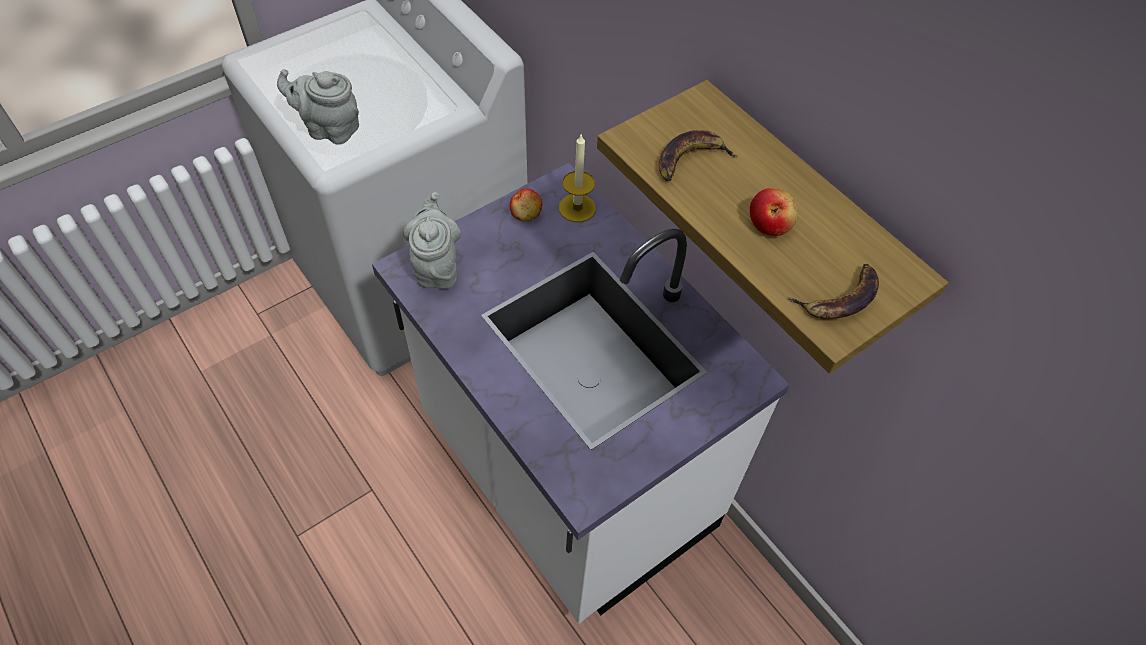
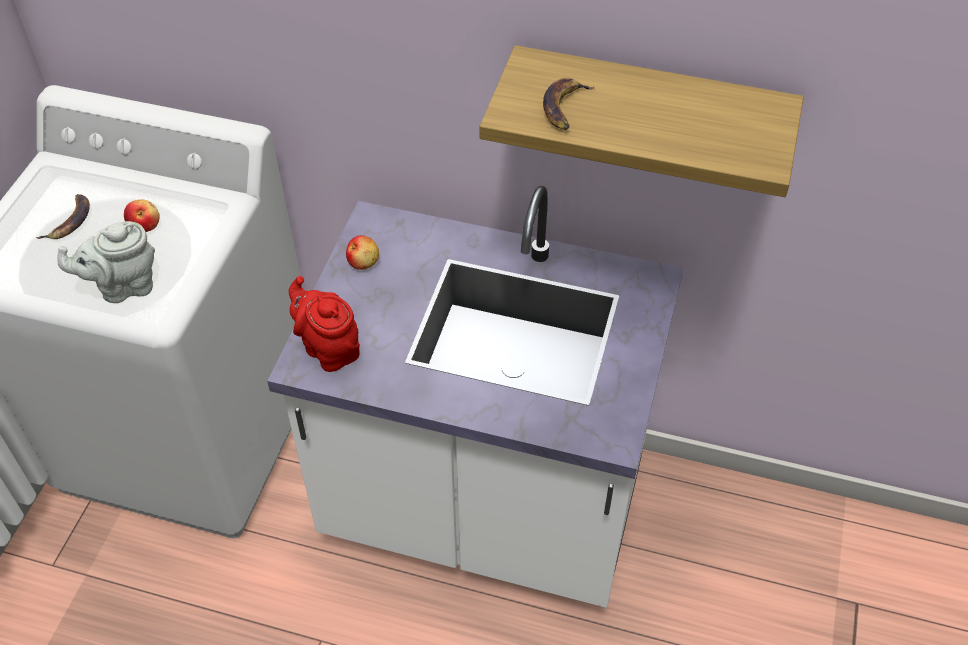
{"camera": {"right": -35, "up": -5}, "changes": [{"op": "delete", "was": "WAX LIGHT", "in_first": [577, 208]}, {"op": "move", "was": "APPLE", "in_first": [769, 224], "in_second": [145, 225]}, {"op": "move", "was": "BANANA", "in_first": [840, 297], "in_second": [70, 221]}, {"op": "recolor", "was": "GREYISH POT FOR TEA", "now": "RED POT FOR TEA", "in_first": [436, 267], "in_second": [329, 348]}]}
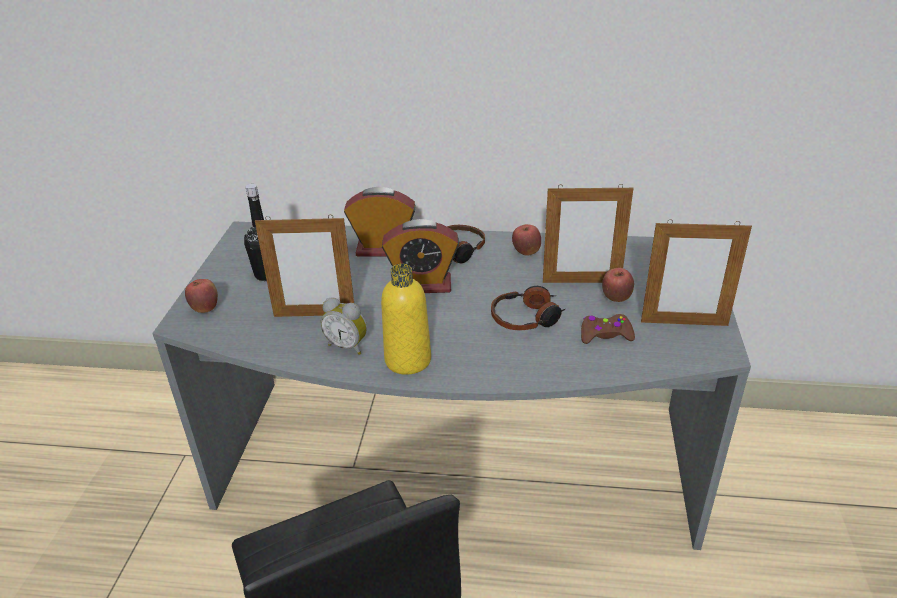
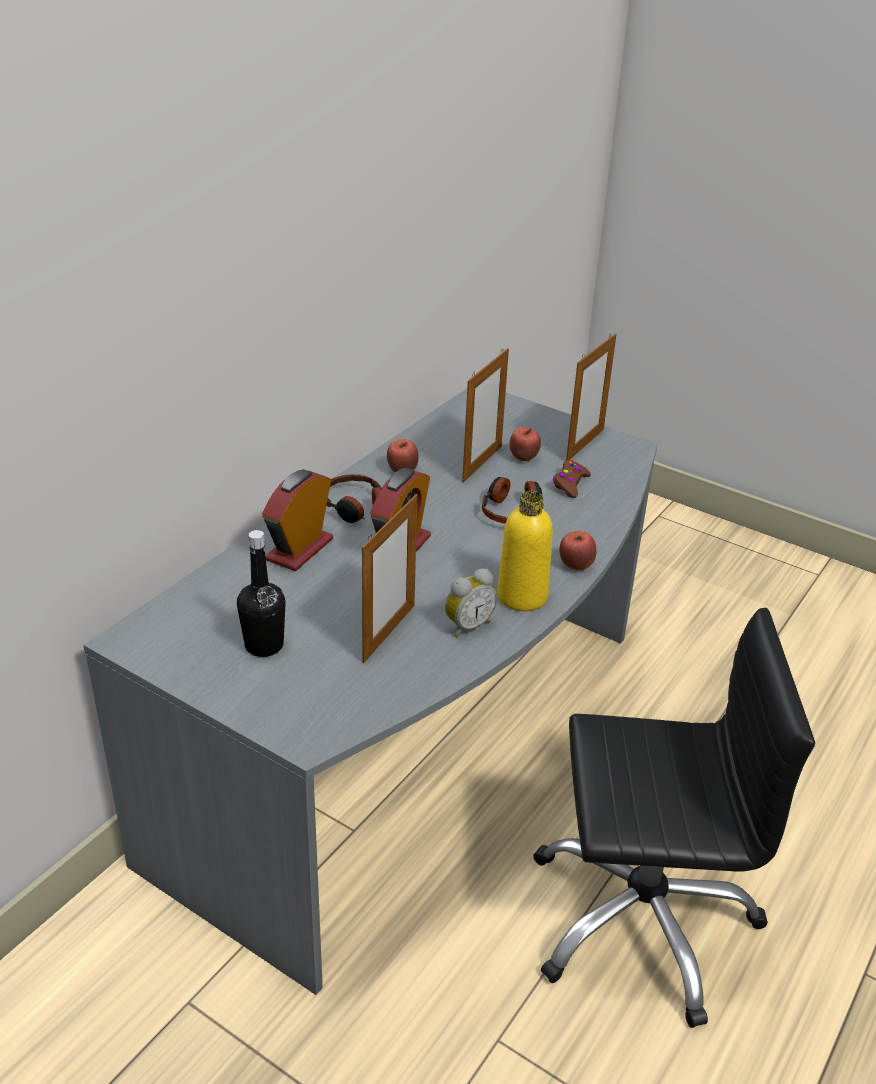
{"camera": {"right": -65, "up": 0}, "changes": [{"op": "move", "was": "APPLE", "in_first": [205, 309], "in_second": [576, 566]}]}
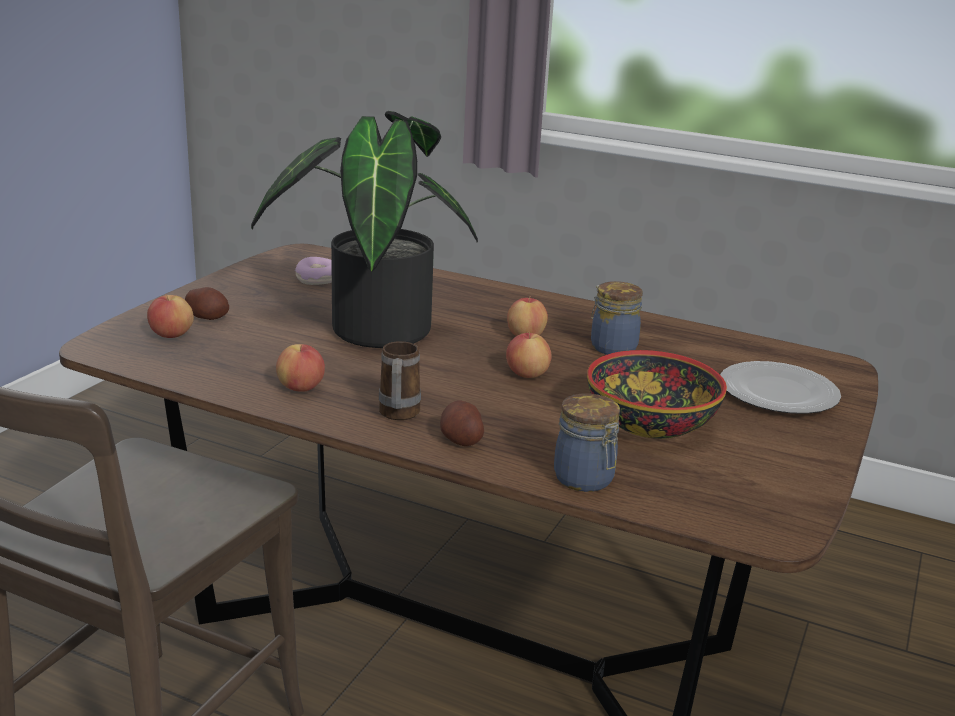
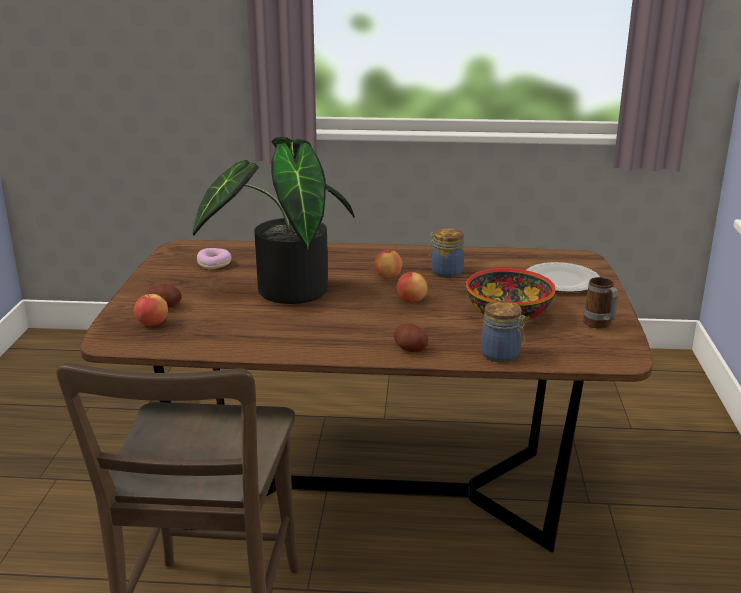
{"camera": {"right": -20, "up": 0}, "changes": [{"op": "delete", "was": "APPLE", "in_first": [301, 388]}, {"op": "move", "was": "COFFEE MUG", "in_first": [398, 415], "in_second": [600, 325]}]}
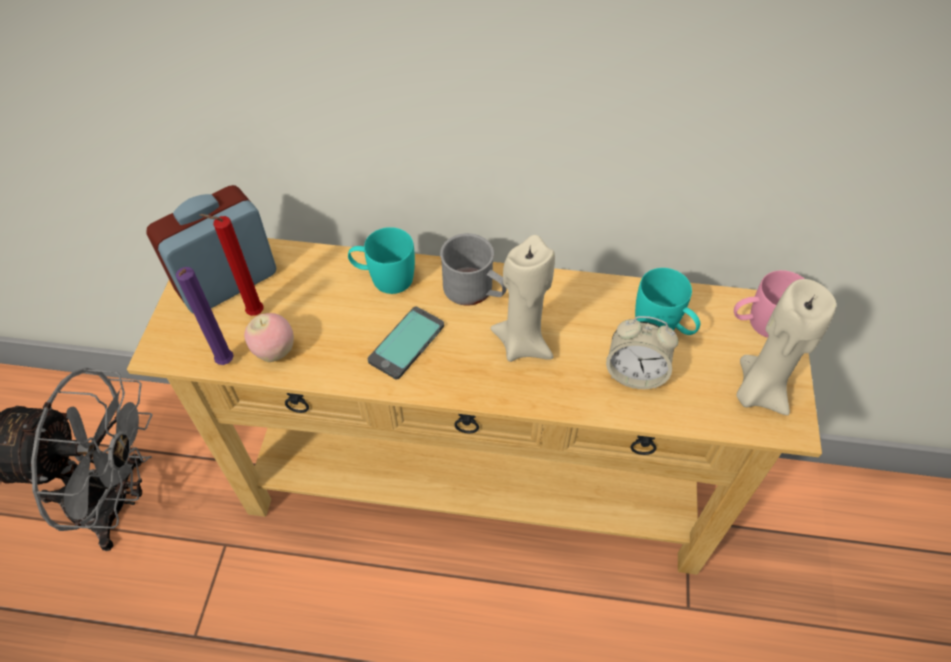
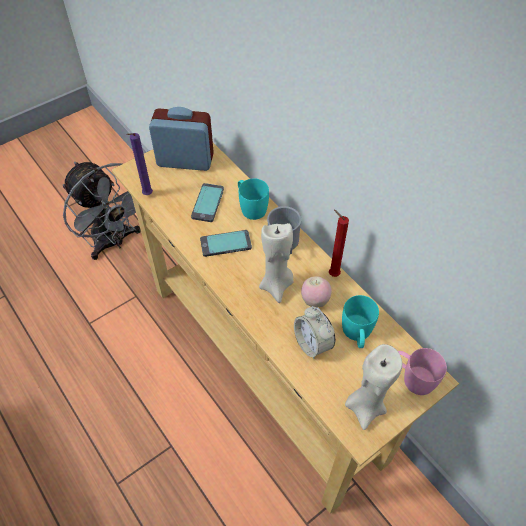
{"camera": {"right": 45, "up": 0}, "changes": [{"op": "insert", "now": "PHONE", "in_second": [208, 203]}, {"op": "move", "was": "RED WAX LIGHT", "in_first": [253, 314], "in_second": [332, 274]}, {"op": "move", "was": "APPLE", "in_first": [274, 351], "in_second": [315, 300]}]}
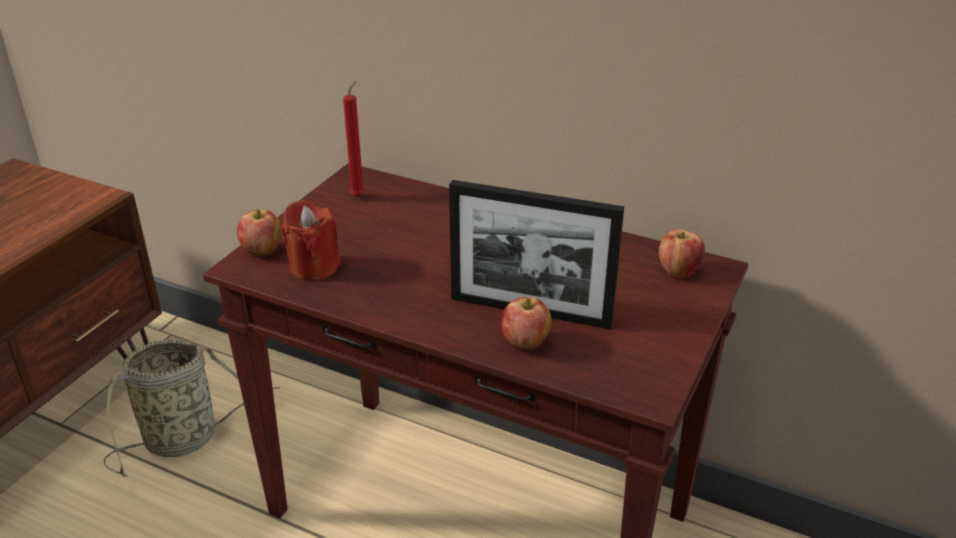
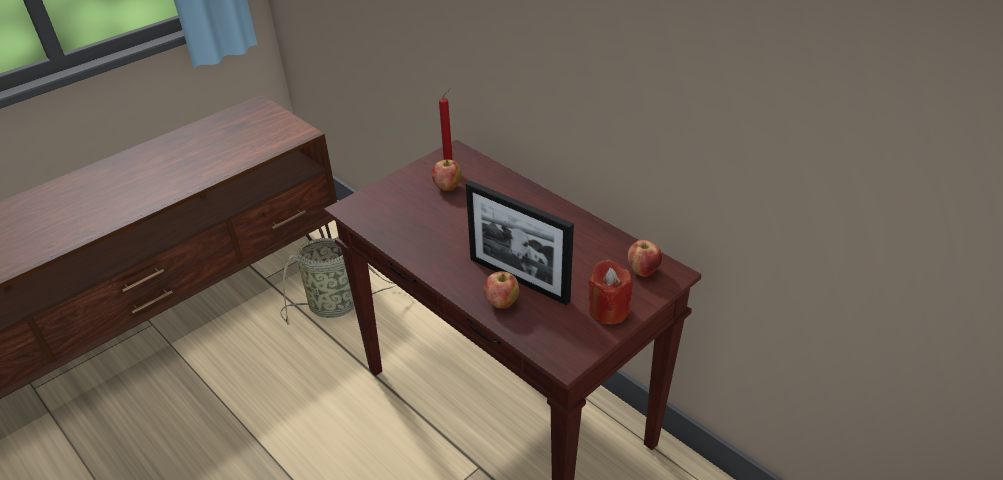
{"camera": {"right": 20, "up": 5}, "changes": [{"op": "move", "was": "APPLE", "in_first": [262, 251], "in_second": [447, 187]}, {"op": "move", "was": "RED WAX LIGHT", "in_first": [314, 267], "in_second": [608, 311]}]}
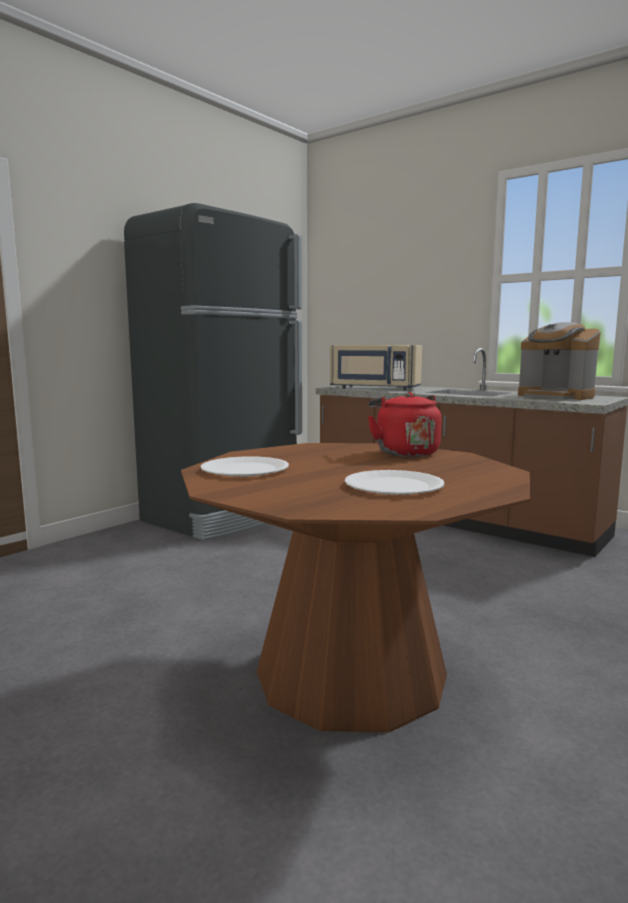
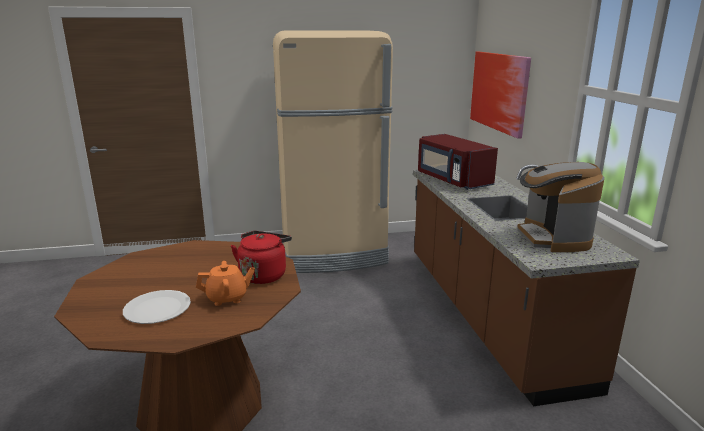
{"camera": {"right": 40, "up": 10}, "changes": [{"op": "delete", "was": "WHITISH DINNER PLATE", "in_first": [245, 469]}, {"op": "insert", "now": "ORANGEY POT FOR TEA", "in_second": [227, 298]}, {"op": "insert", "now": "WALL PICTURE", "in_second": [499, 91]}, {"op": "recolor", "was": "BLACKISH REFRIGERATOR", "now": "SAND-COLOURED REFRIGERATOR", "in_first": [224, 516], "in_second": [334, 254]}, {"op": "recolor", "was": "SAND-COLOURED MICROWAVE", "now": "RED MICROWAVE", "in_first": [374, 388], "in_second": [452, 180]}]}
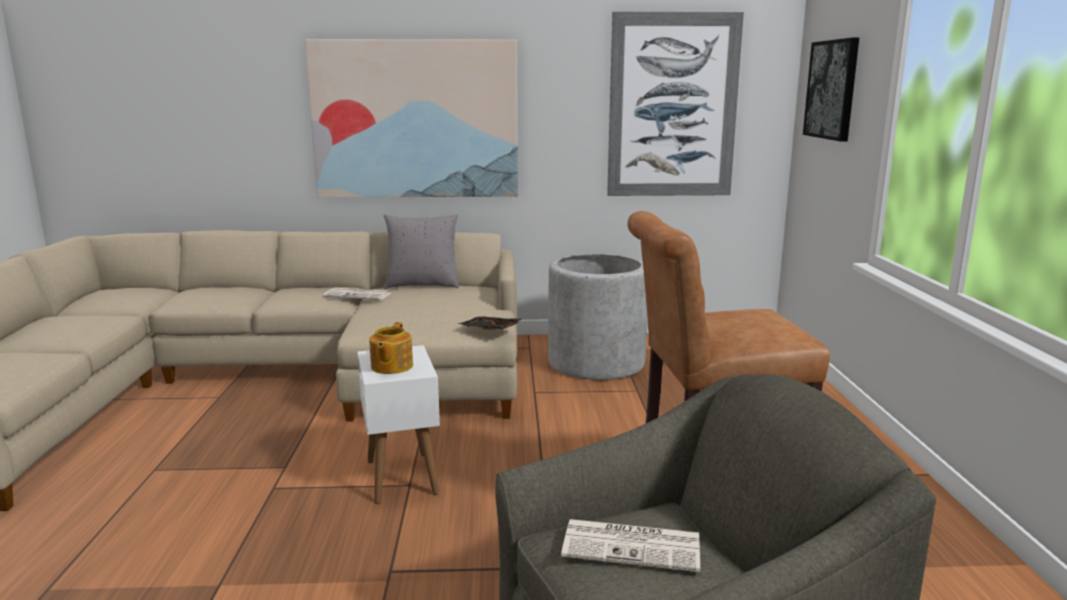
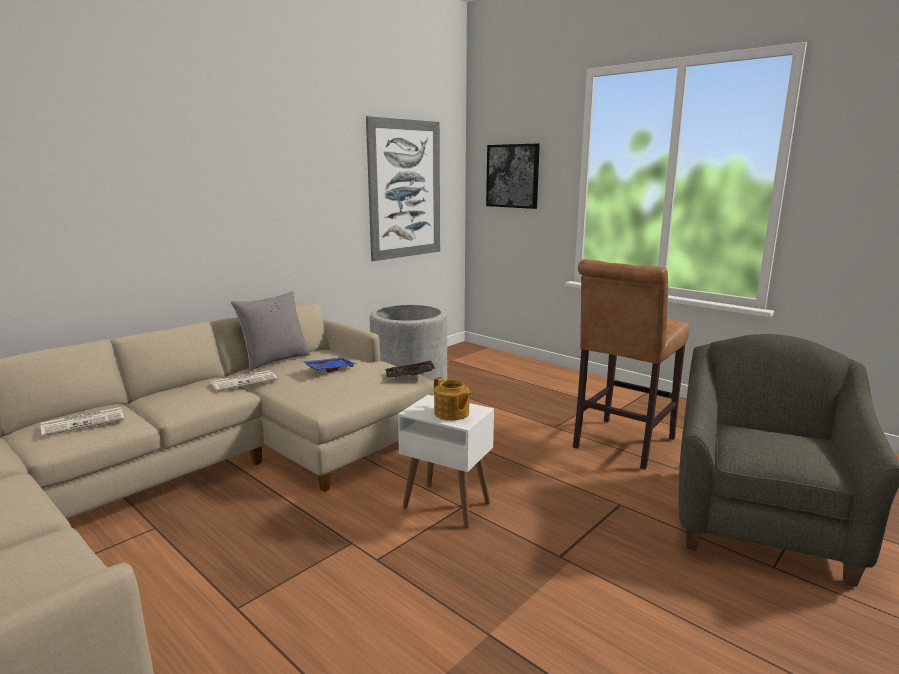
{"camera": {"right": -45, "up": 0}, "changes": [{"op": "delete", "was": "WALL PICTURE", "in_first": [415, 120]}, {"op": "insert", "now": "BLUISH TRAY", "in_second": [329, 369]}, {"op": "move", "was": "PRINTED PAPER", "in_first": [633, 546], "in_second": [84, 422]}]}
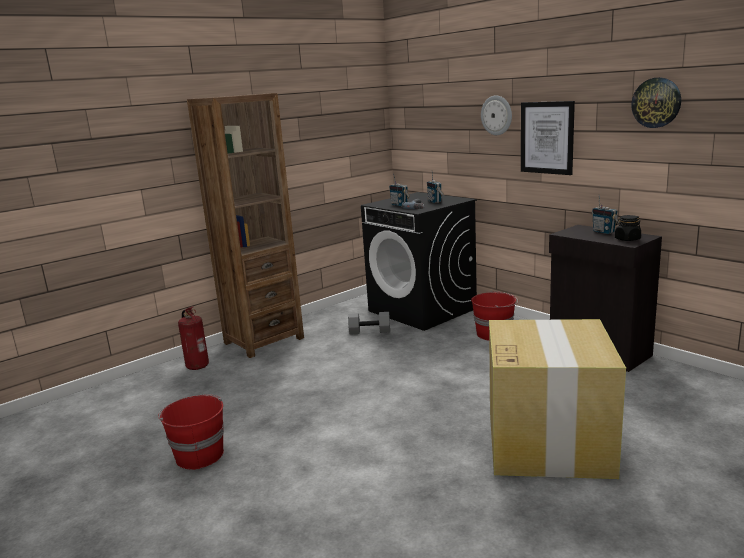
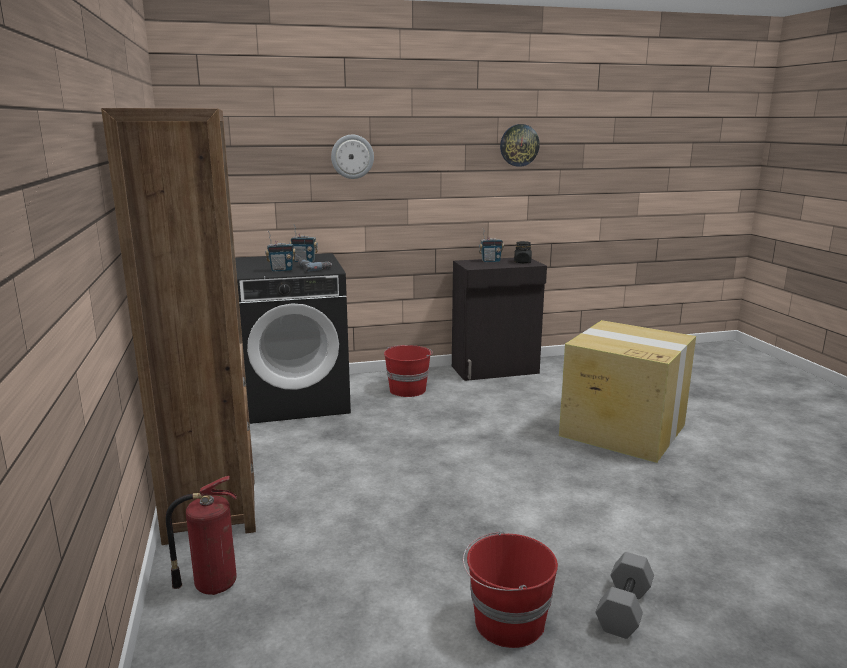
{"camera": {"right": -65, "up": 0}, "changes": [{"op": "delete", "was": "WALL PICTURE", "in_first": [547, 137]}, {"op": "move", "was": "GREYISH FREE WEIGHT", "in_first": [370, 331], "in_second": [623, 607]}]}
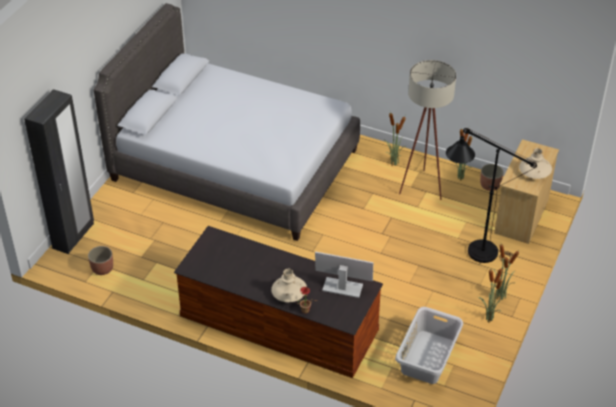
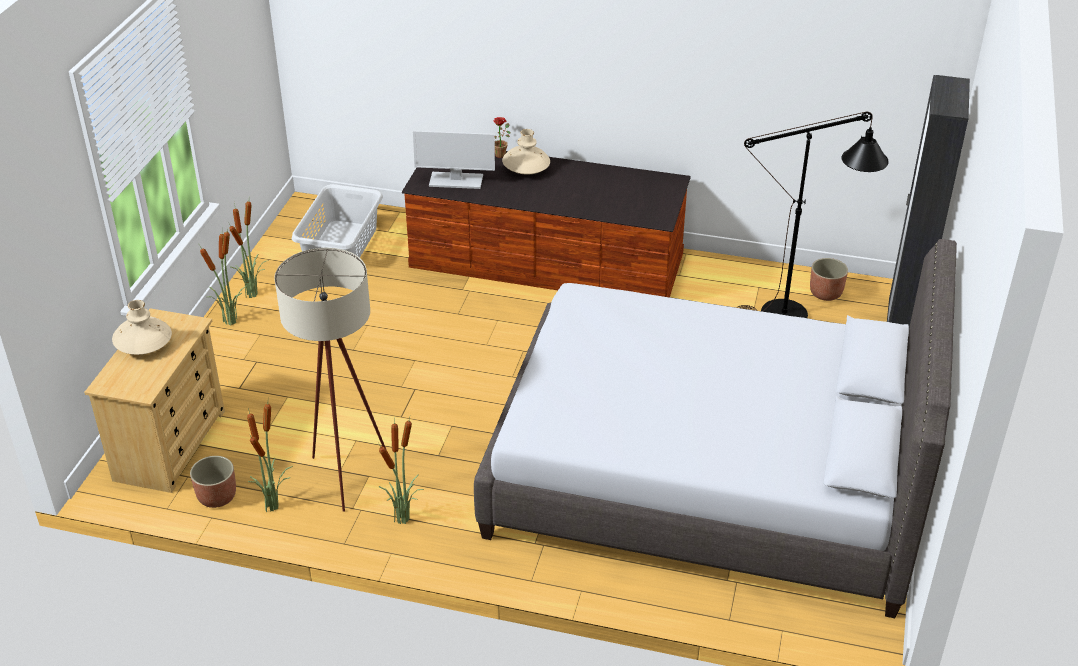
{"camera": {"right": 170, "up": -5}, "changes": [{"op": "move", "was": "BLACKISH STANDARD LAMP", "in_first": [474, 249], "in_second": [798, 317]}]}
